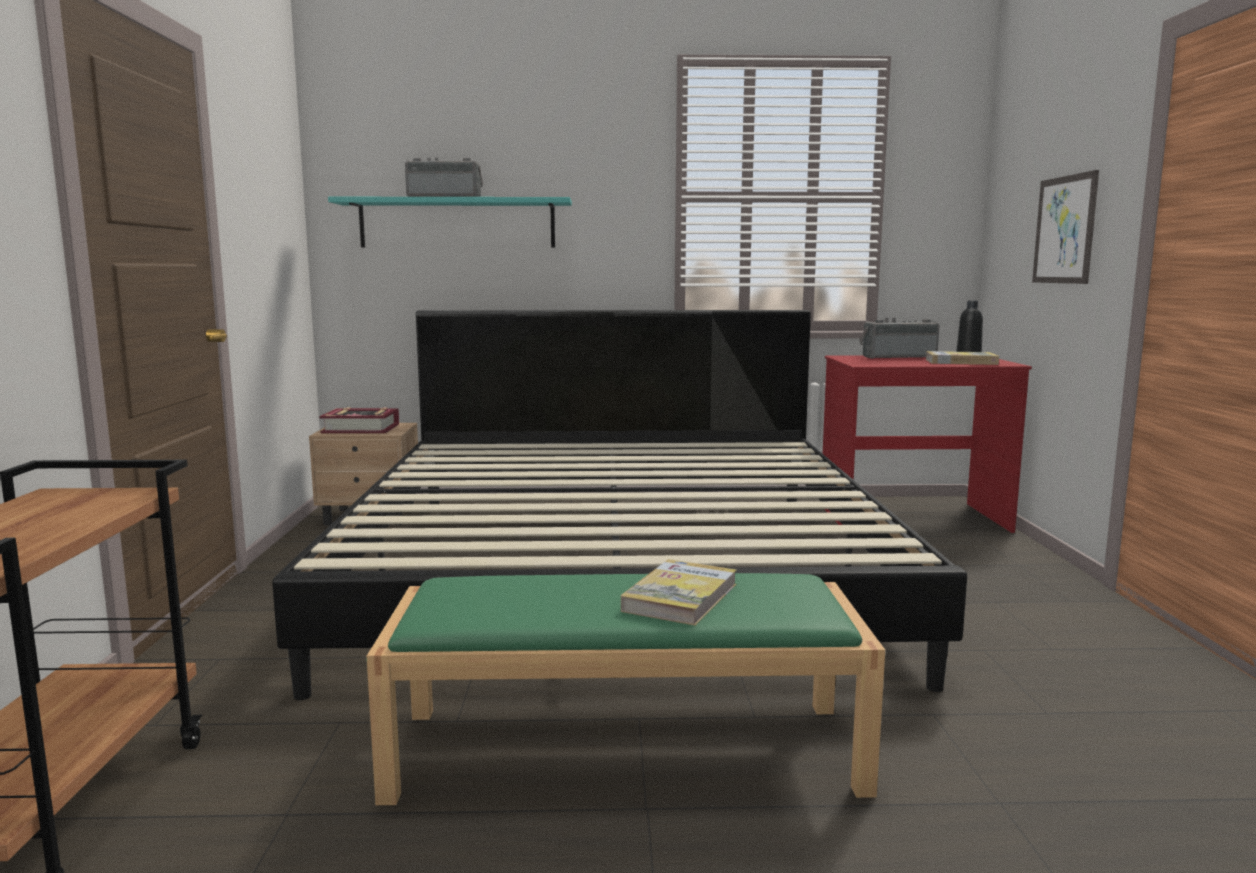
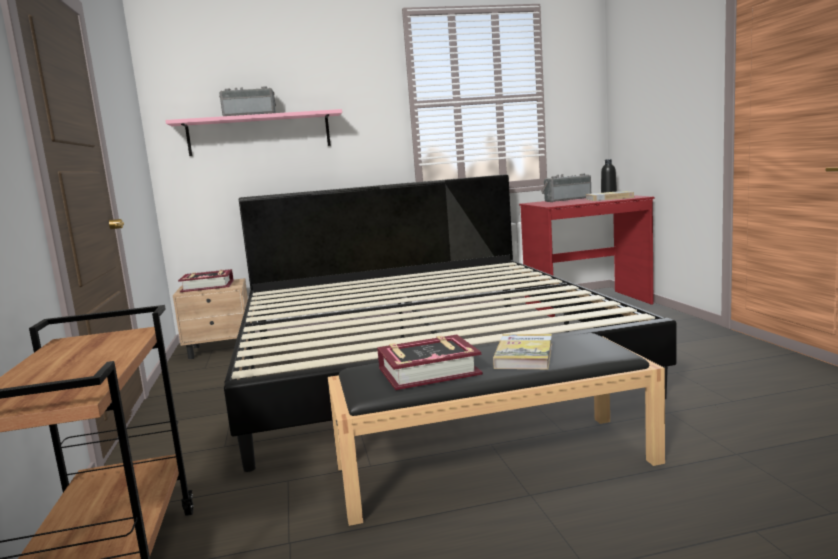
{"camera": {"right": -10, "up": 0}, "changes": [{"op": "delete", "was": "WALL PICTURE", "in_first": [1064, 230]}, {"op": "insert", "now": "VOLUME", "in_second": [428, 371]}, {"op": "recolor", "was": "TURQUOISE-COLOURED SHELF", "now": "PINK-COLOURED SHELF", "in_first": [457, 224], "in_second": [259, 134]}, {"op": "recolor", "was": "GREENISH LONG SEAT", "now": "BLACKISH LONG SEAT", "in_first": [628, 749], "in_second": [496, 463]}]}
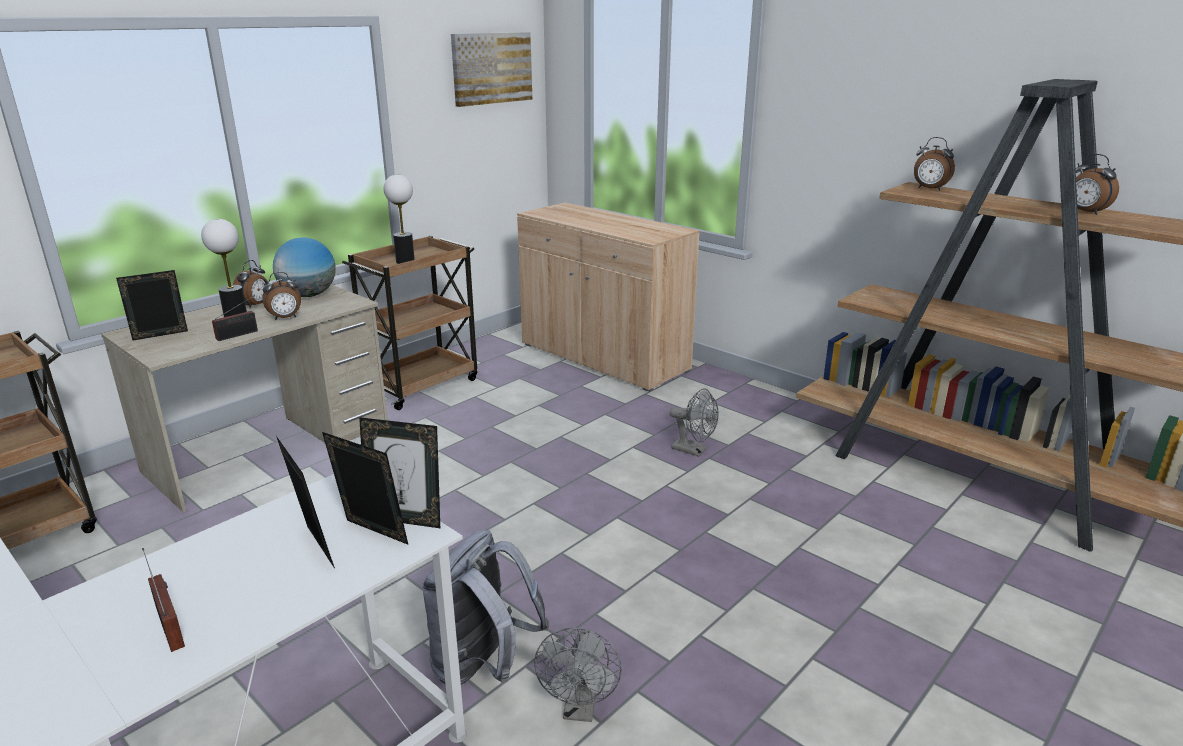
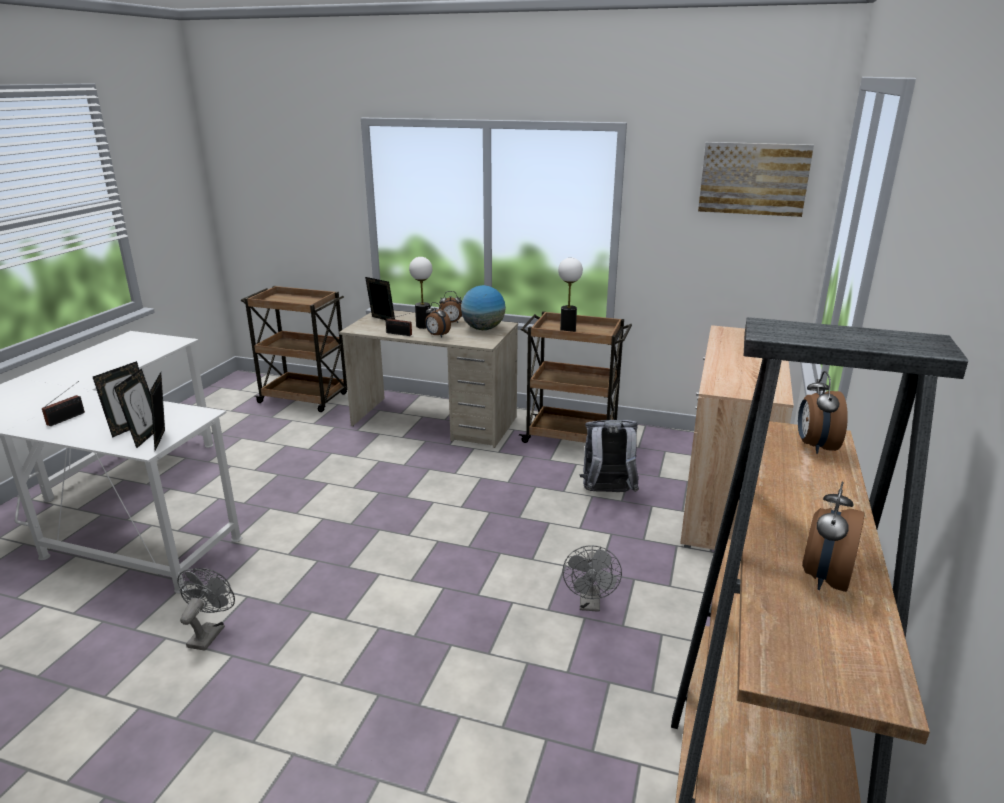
{"camera": {"right": 65, "up": 0}, "changes": [{"op": "move", "was": "GREYISH BACKPACK", "in_first": [482, 666], "in_second": [607, 493]}, {"op": "rotate", "was": "GREYISH FAN", "in_first": [580, 709], "in_second": [209, 633], "clockwise": 120}]}
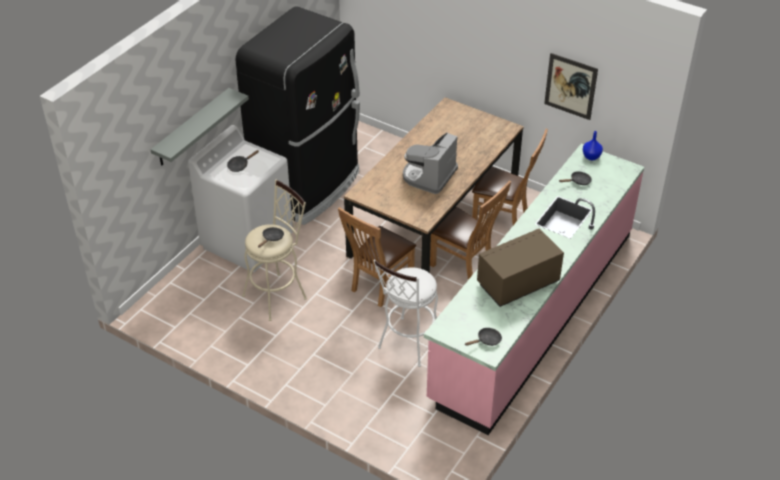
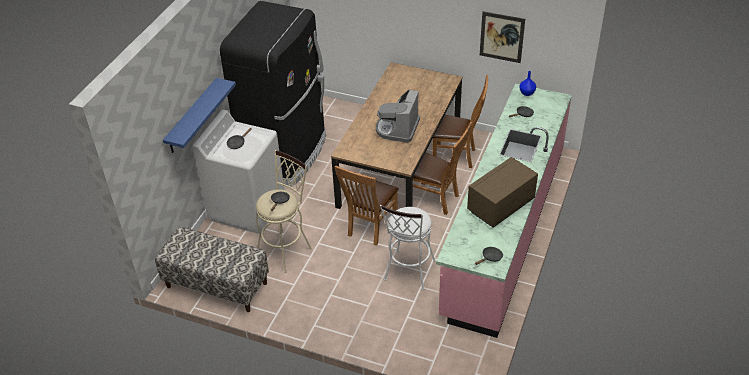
{"camera": {"right": -10, "up": 0}, "changes": [{"op": "insert", "now": "LONG SEAT", "in_second": [216, 285]}, {"op": "recolor", "was": "GREYISH SHELF", "now": "BLUISH SHELF", "in_first": [192, 128], "in_second": [192, 116]}]}
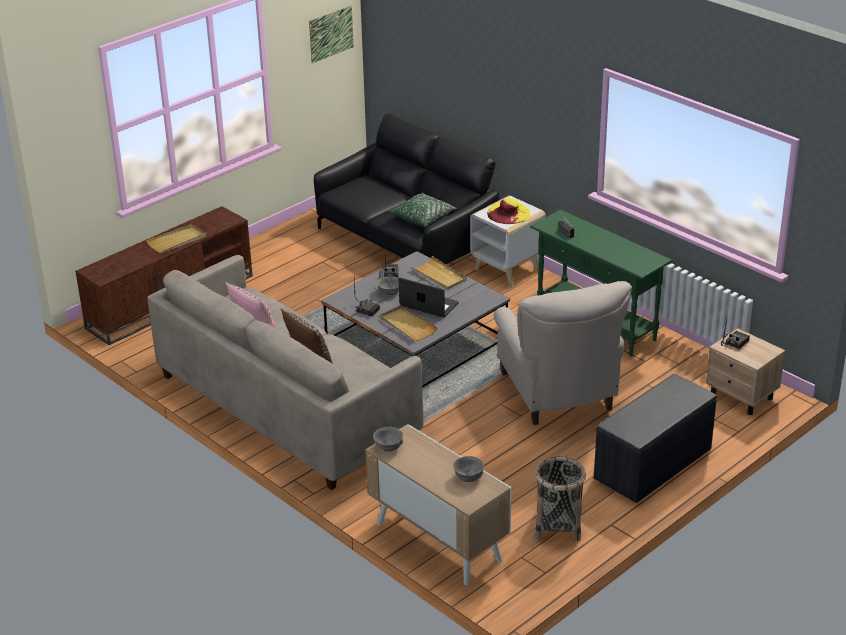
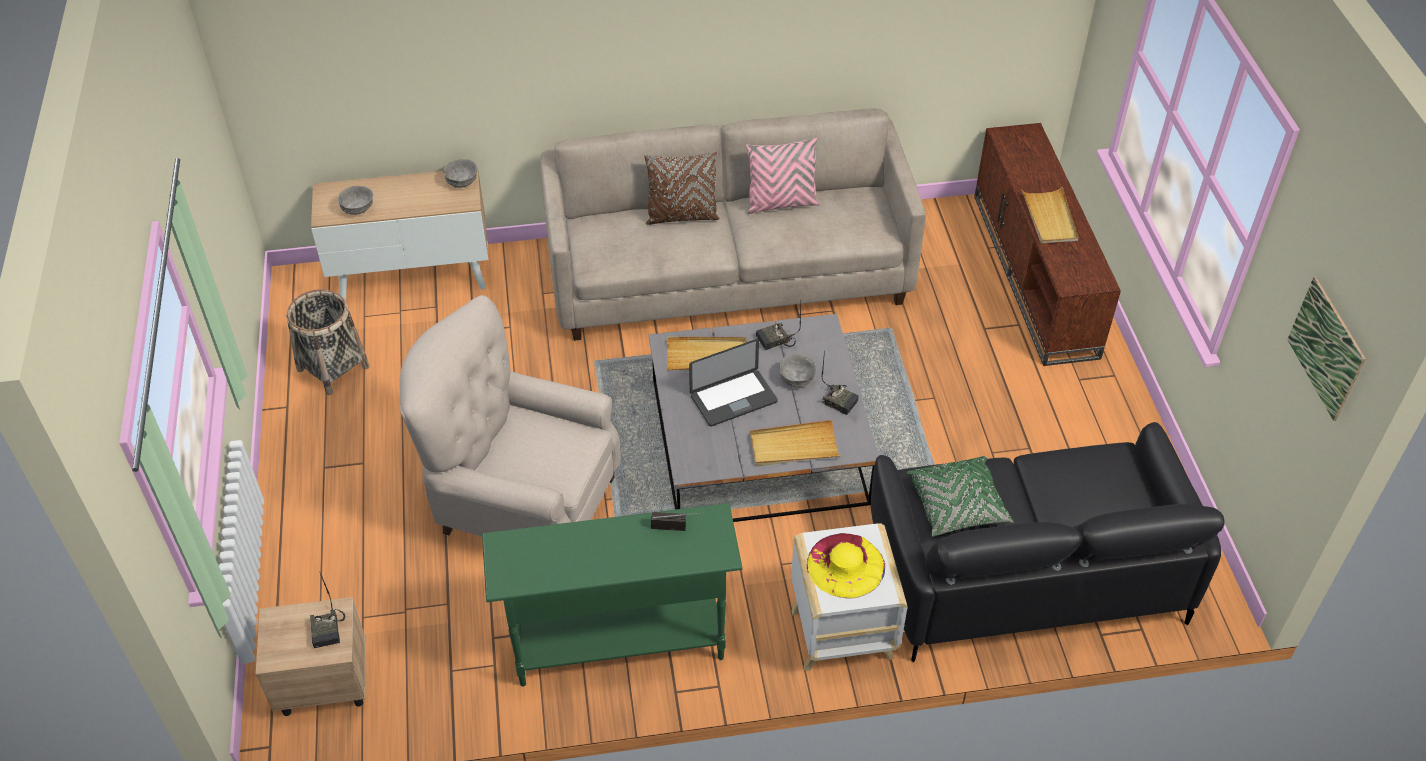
{"camera": {"right": 125, "up": 15}, "changes": [{"op": "delete", "was": "GREYISH LONG SEAT", "in_first": [653, 464]}]}
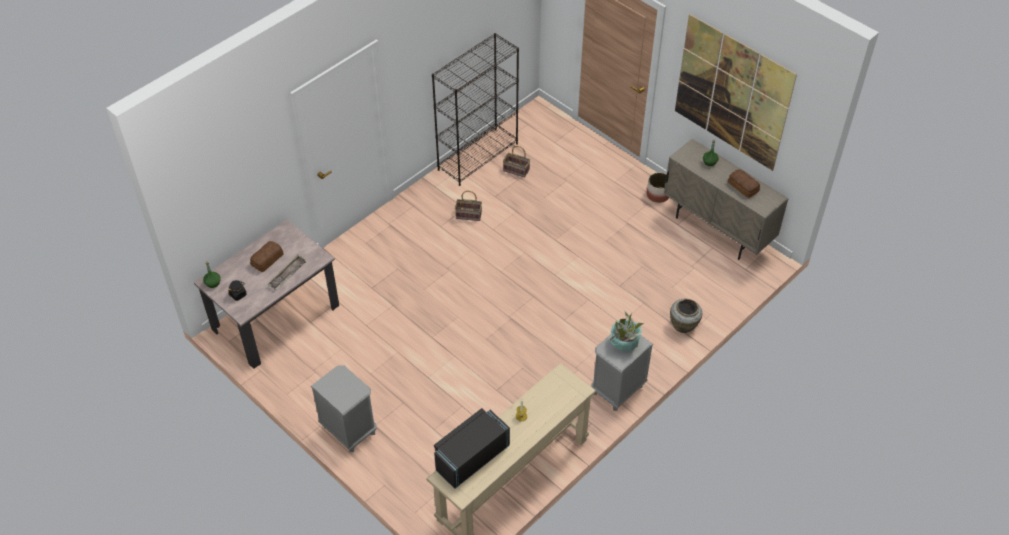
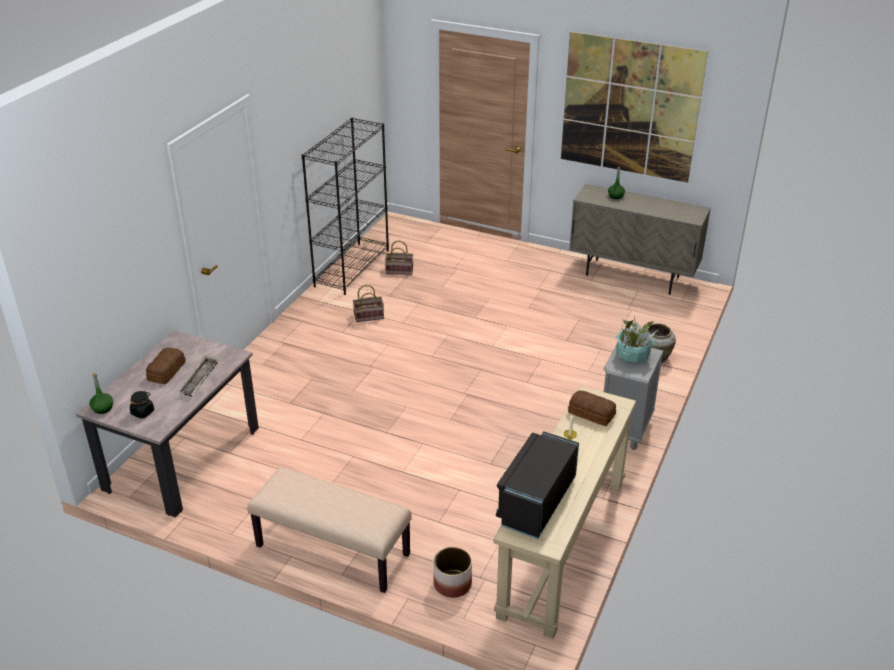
{"camera": {"right": -20, "up": -15}, "changes": [{"op": "move", "was": "PLANT POT", "in_first": [658, 195], "in_second": [452, 584]}, {"op": "move", "was": "BREAD", "in_first": [743, 187], "in_second": [592, 414]}, {"op": "replace", "was": "GREYISH BEDSIDE TABLE", "now": "SAND-COLOURED LONG SEAT", "in_first": [349, 430], "in_second": [331, 551]}]}
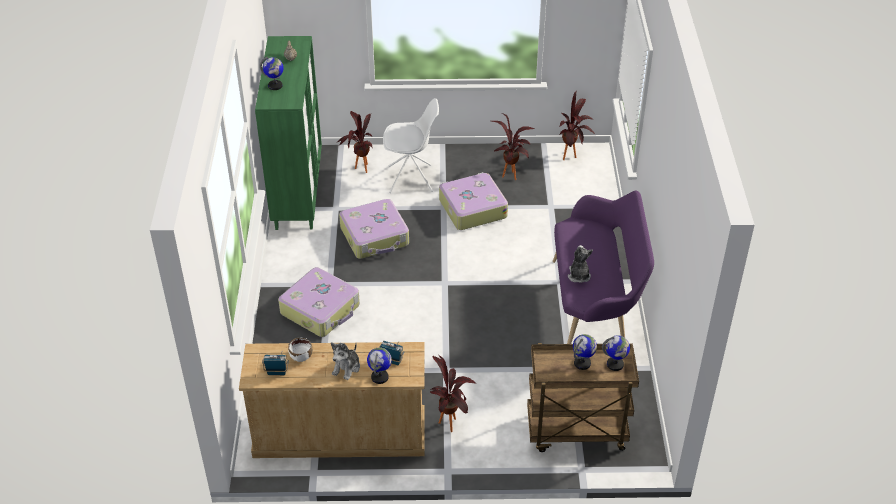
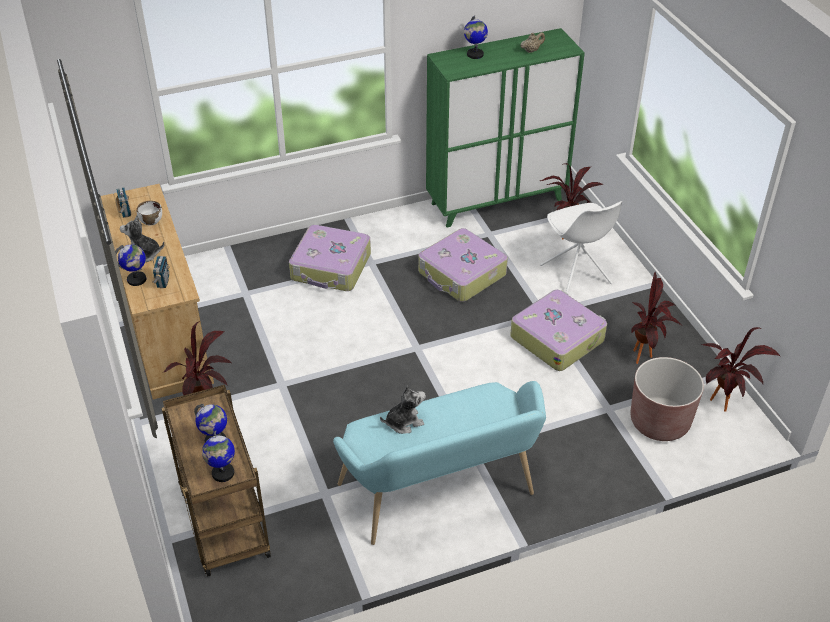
{"camera": {"right": 70, "up": 0}, "changes": [{"op": "insert", "now": "BROWN-COLOURED PLANT POT", "in_second": [659, 422]}, {"op": "recolor", "was": "PURPLE LONG SEAT", "now": "TURQUOISE-COLOURED LONG SEAT", "in_first": [594, 308], "in_second": [441, 495]}]}
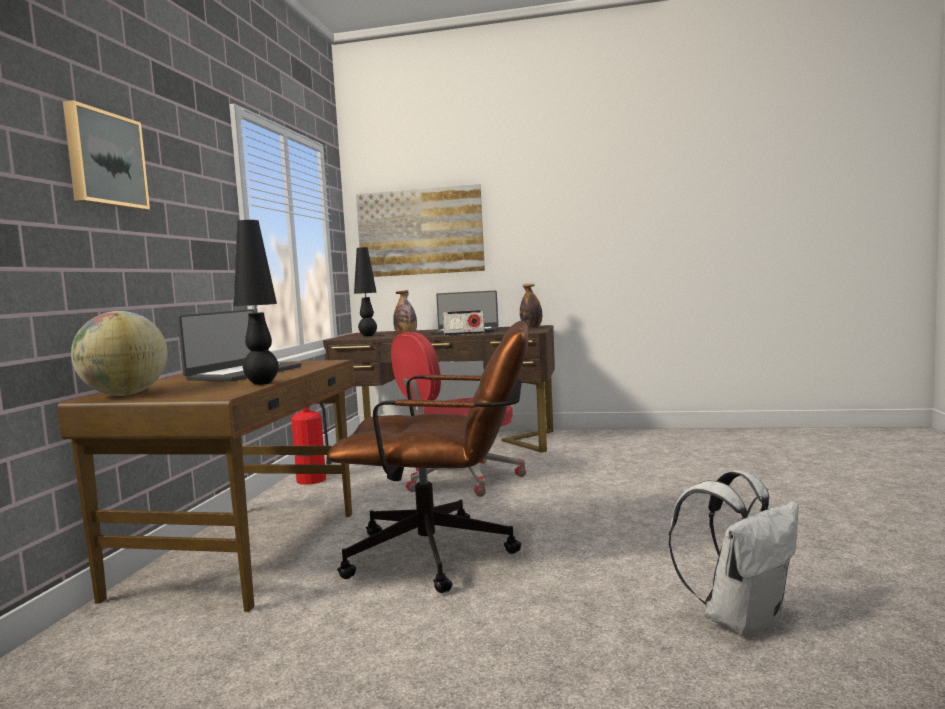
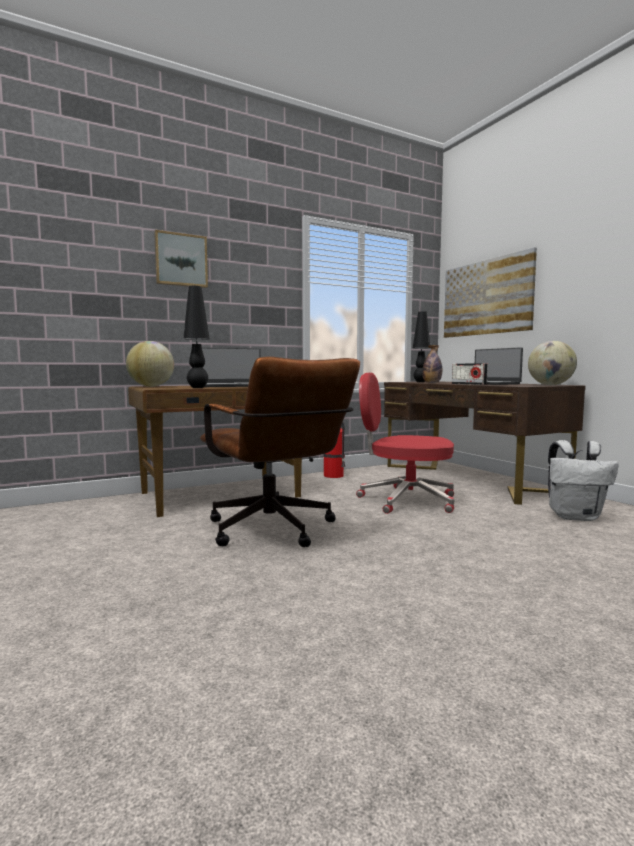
{"camera": {"right": 50, "up": 0}, "changes": [{"op": "move", "was": "WHITISH BACKPACK", "in_first": [741, 619], "in_second": [575, 516]}, {"op": "replace", "was": "BOTTLE", "now": "WORLD GLOBE", "in_first": [531, 327], "in_second": [551, 385]}]}
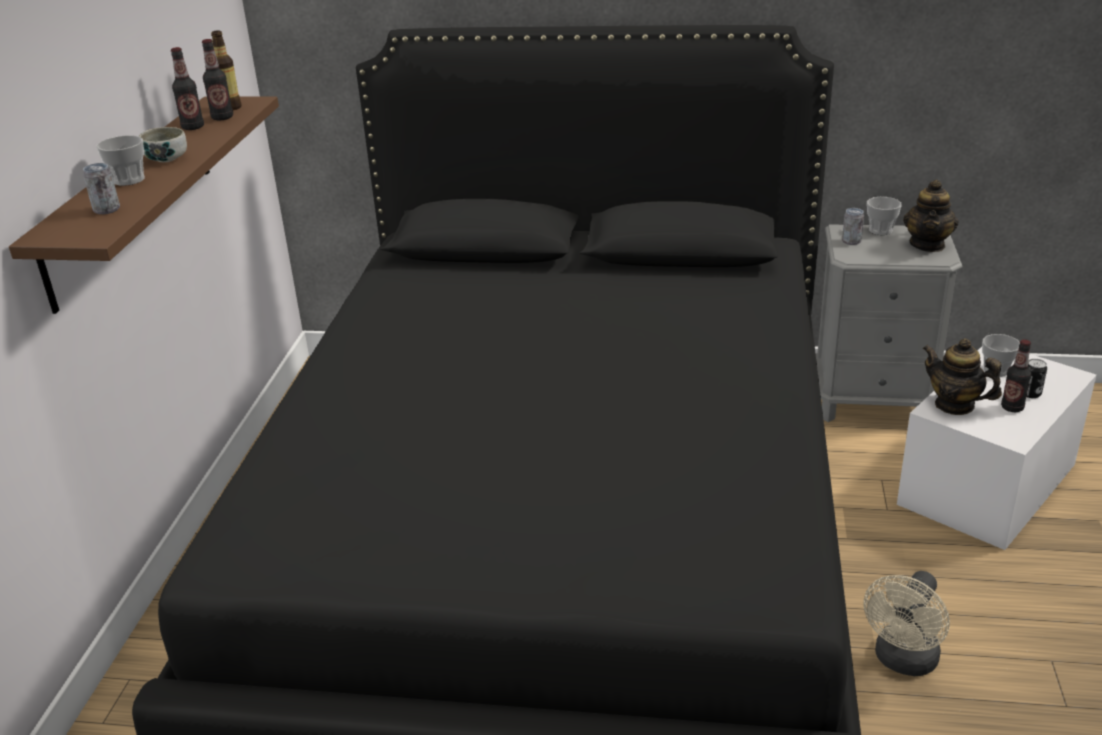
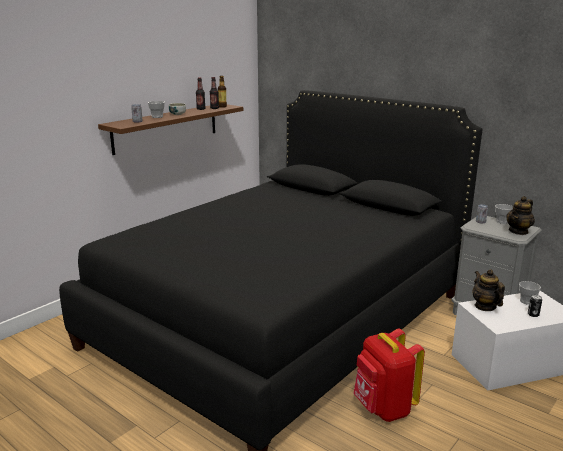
{"camera": {"right": 30, "up": -10}, "changes": [{"op": "delete", "was": "BOTTLE", "in_first": [1012, 407]}, {"op": "replace", "was": "SAND-COLOURED FAN", "now": "RED BACKPACK", "in_first": [903, 661], "in_second": [383, 409]}]}
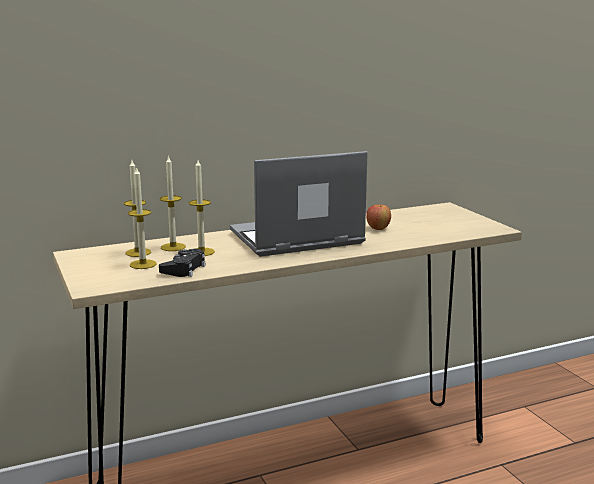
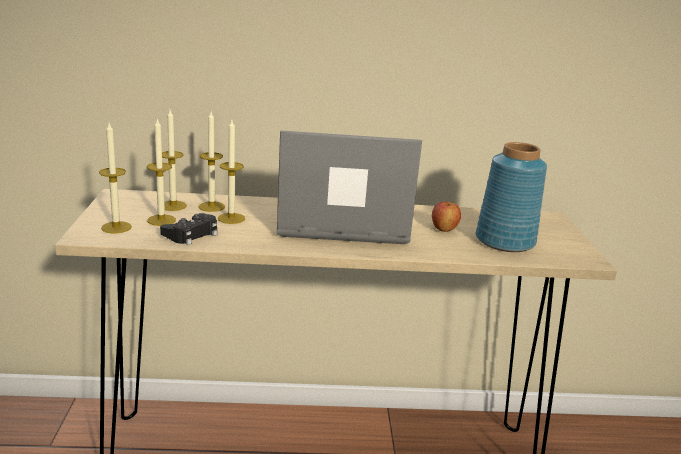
{"camera": {"right": 20, "up": 5}, "changes": [{"op": "insert", "now": "WAX LIGHT", "in_second": [116, 227]}, {"op": "insert", "now": "BLUISH DECORATIVE VASE", "in_second": [506, 241]}]}
